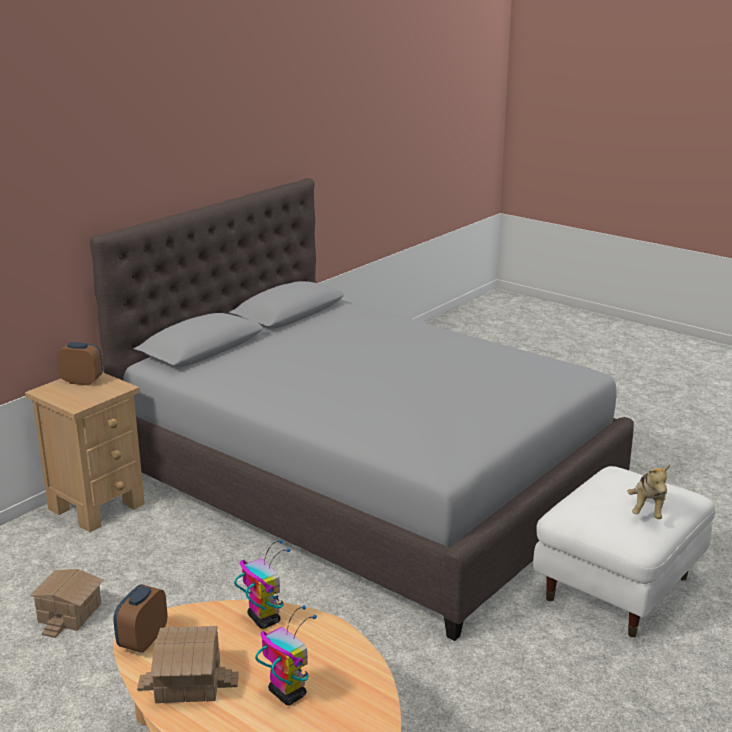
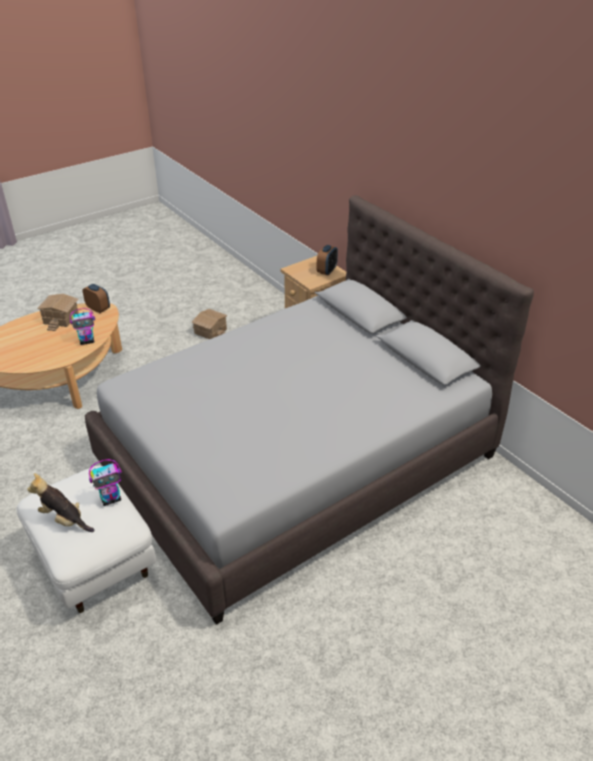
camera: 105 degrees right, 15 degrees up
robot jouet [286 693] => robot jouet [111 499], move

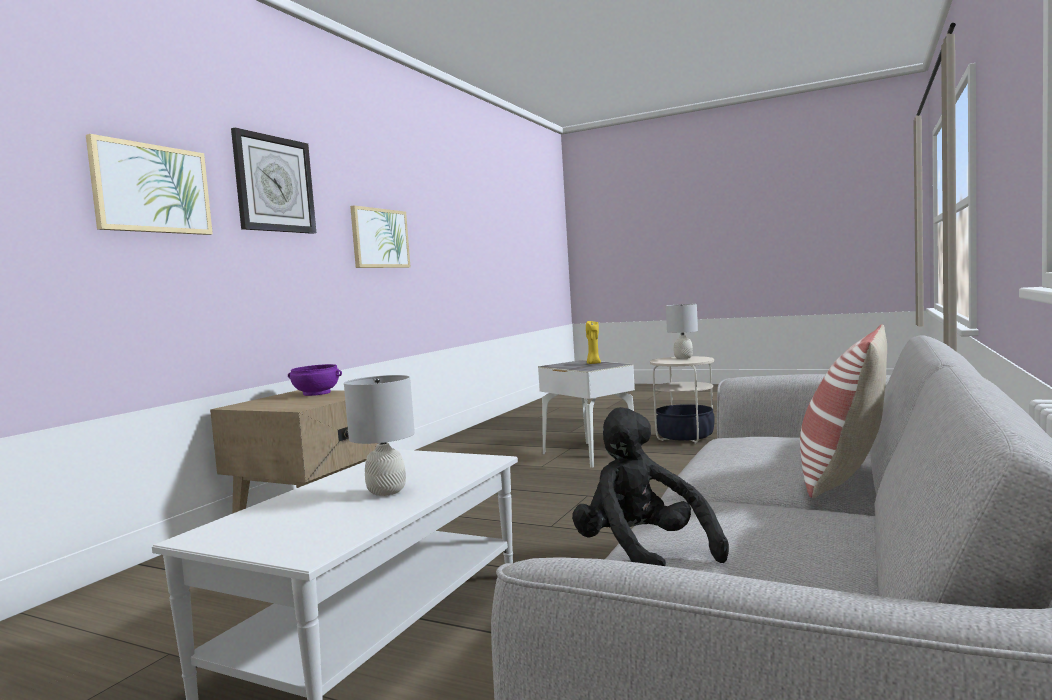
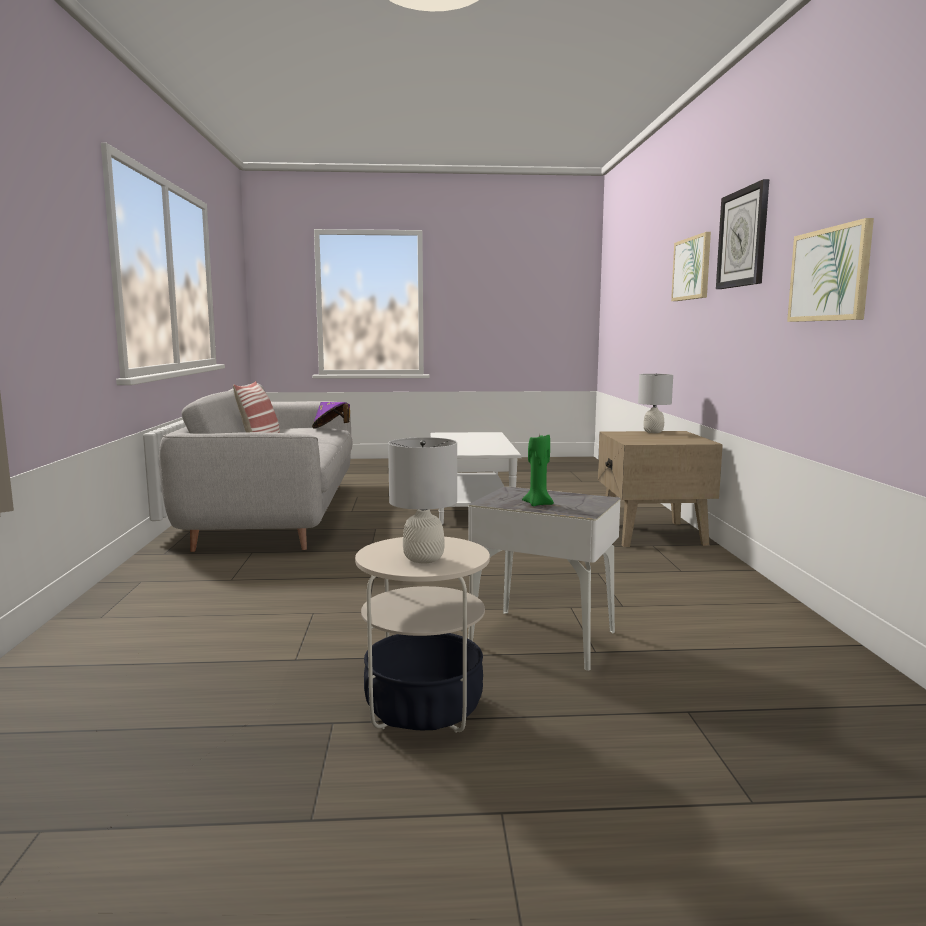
camera: 150 degrees right, 5 degrees up
bol/violet [317 393] => nothing
lampe de table/gris [387 492] => lampe de table/gris [653 432], move
peluche/noir [642 555] => chapeau/violet [330 428]
bougie/jaune [593 363] => bougie/vert [538 504]

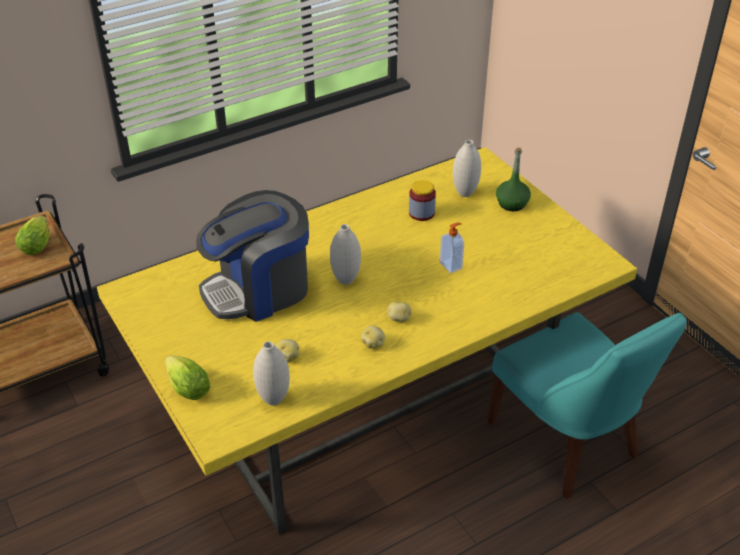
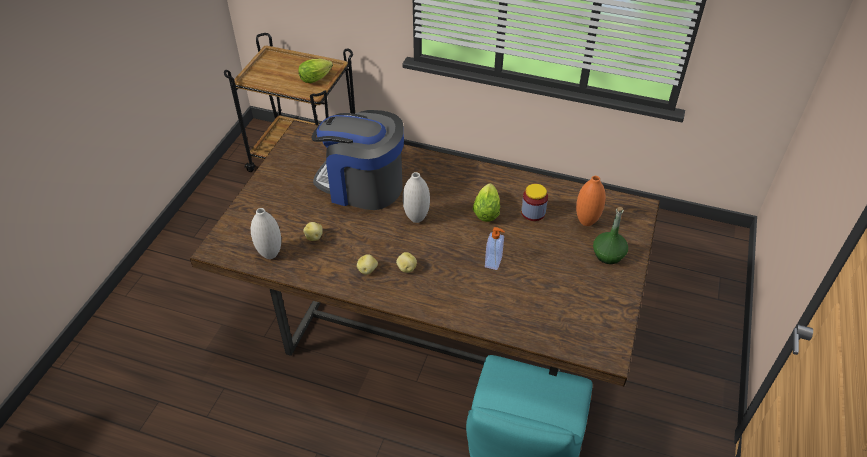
camera: 50 degrees right, 5 degrees up
table à manger/jaune [369 405] => table à manger/marron [432 328]
laitue [186 387] => laitue [486 210], move
vase/blanc [465 193] => vase/orange [586 221]

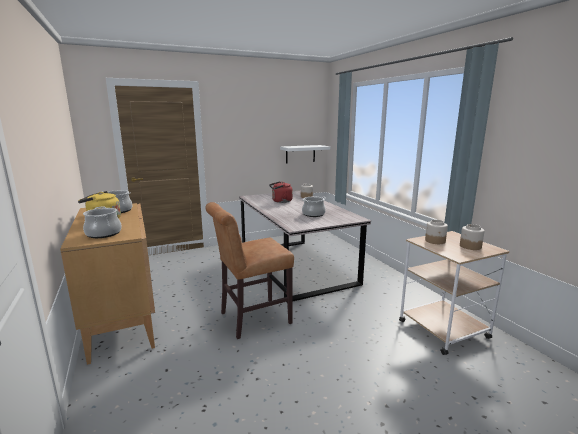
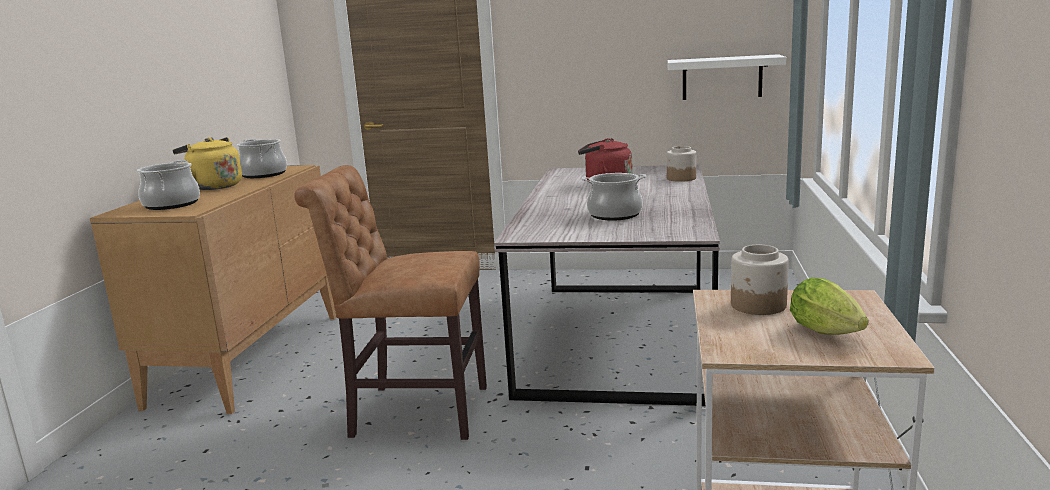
camera: 35 degrees right, 0 degrees up
bocal [470 246] => laitue [829 334]

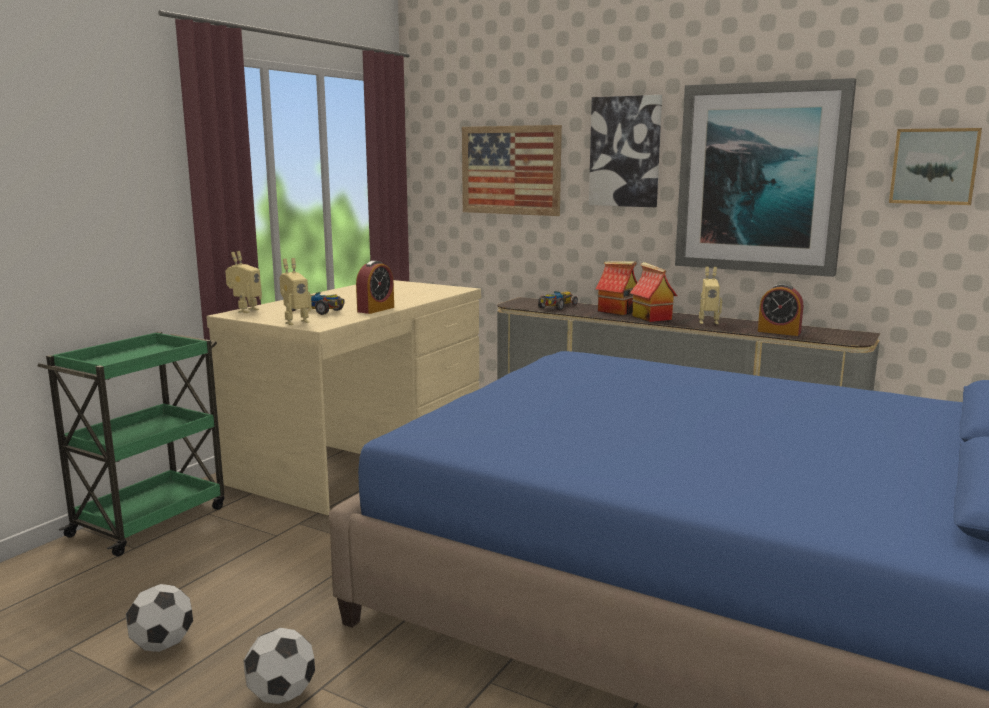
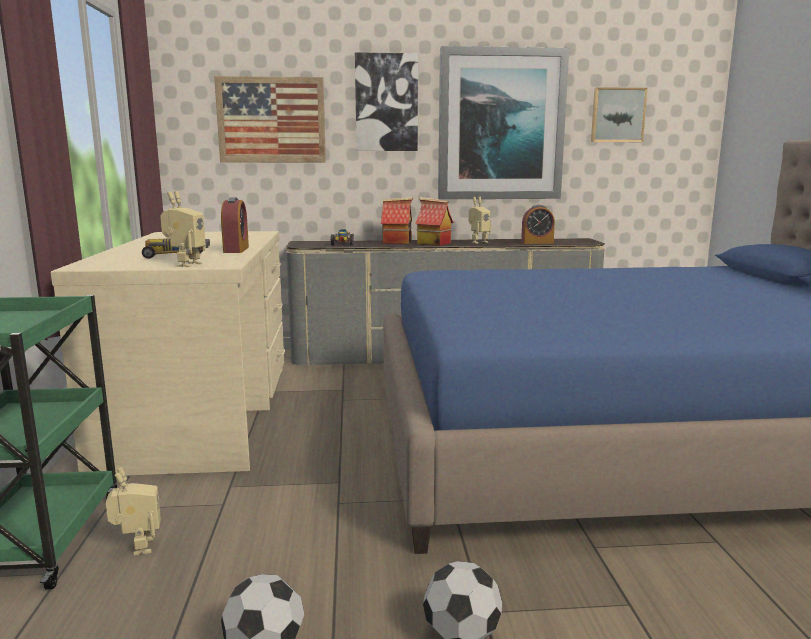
camera: 35 degrees left, 0 degrees up
robot jouet [245 310] => robot jouet [138 547], move

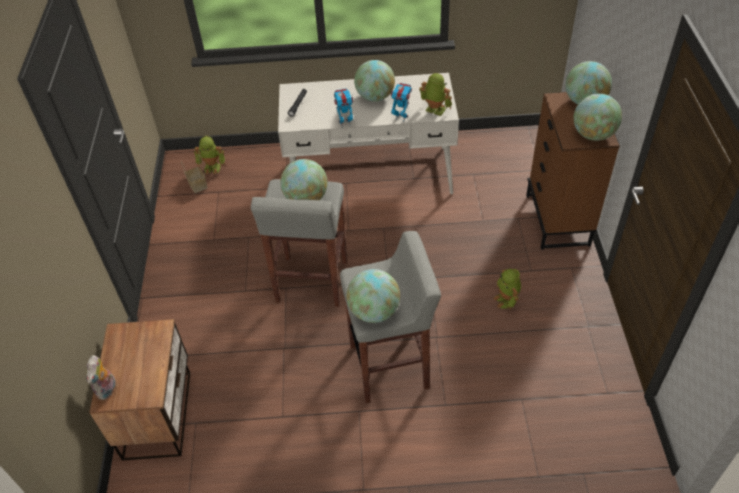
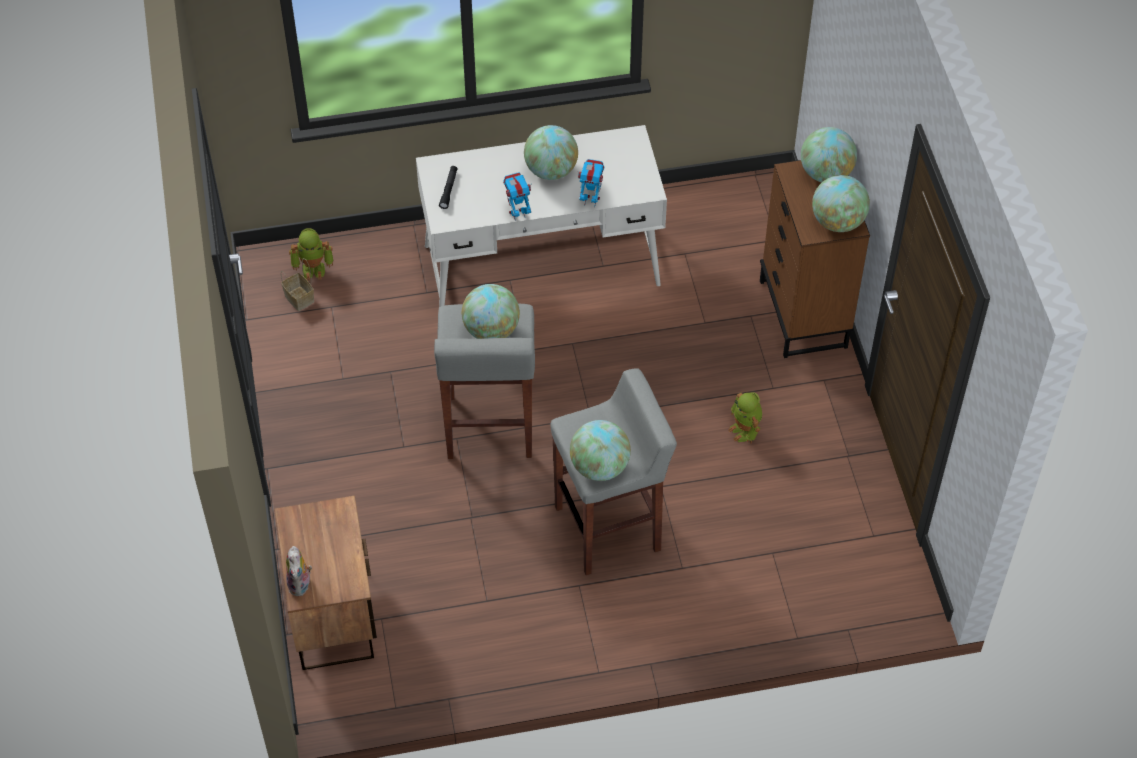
camera: 10 degrees left, 5 degrees up
robot jouet [434 110] => nothing

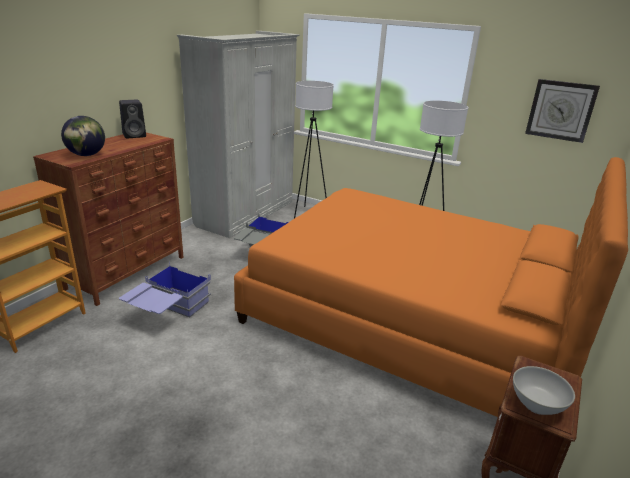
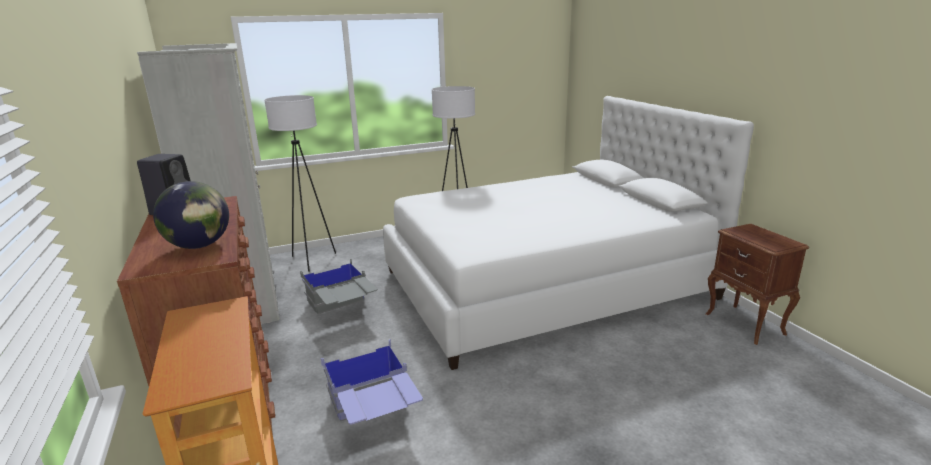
camera: 50 degrees left, 5 degrees down
lit/orange [410 320] => lit/blanc [545 284]
bol/blanc [536 404] => nothing
horloge murale [561 110] => nothing

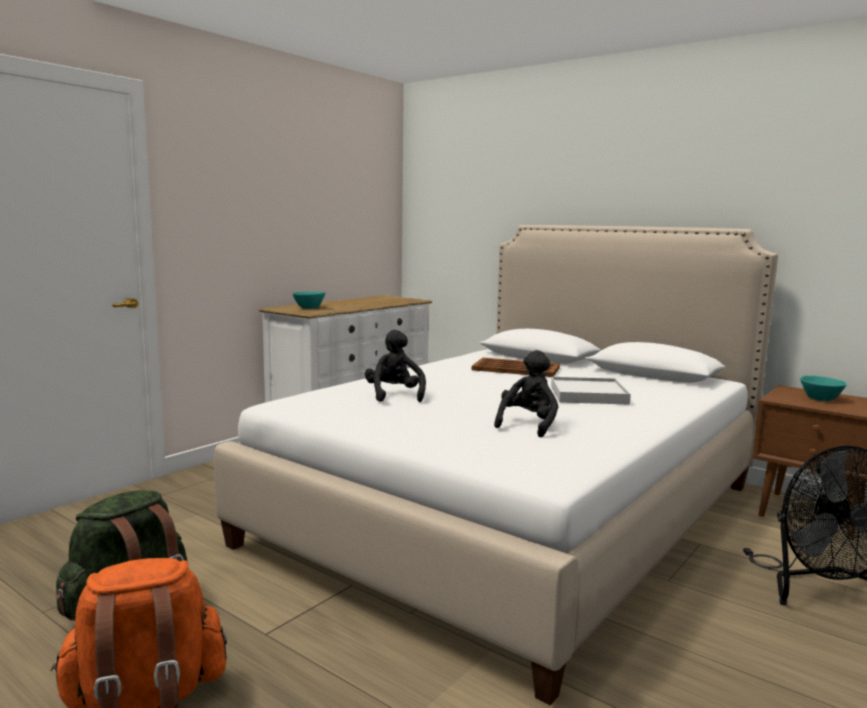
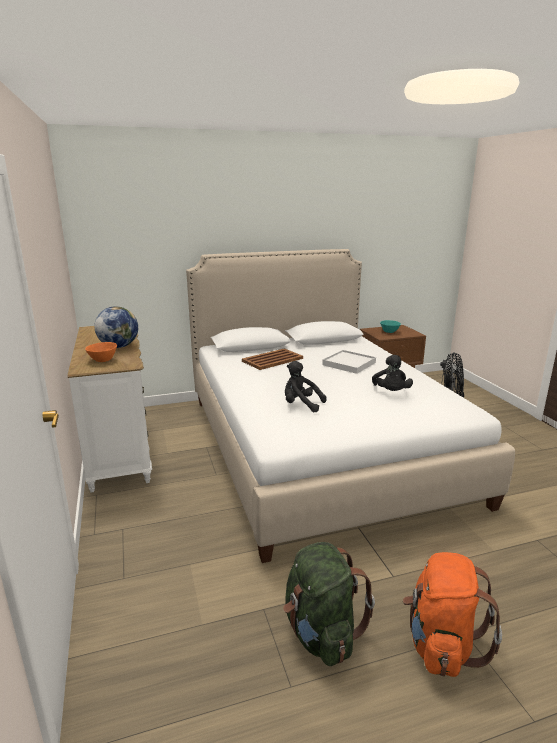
camera: 55 degrees left, 10 degrees up
bol/turquoise [309 308] => bol/orange [102 360]
peluche/noir [528 425] => peluche/noir [391 392], 150 degrees counterclockwise
nothing => globe [119 346]

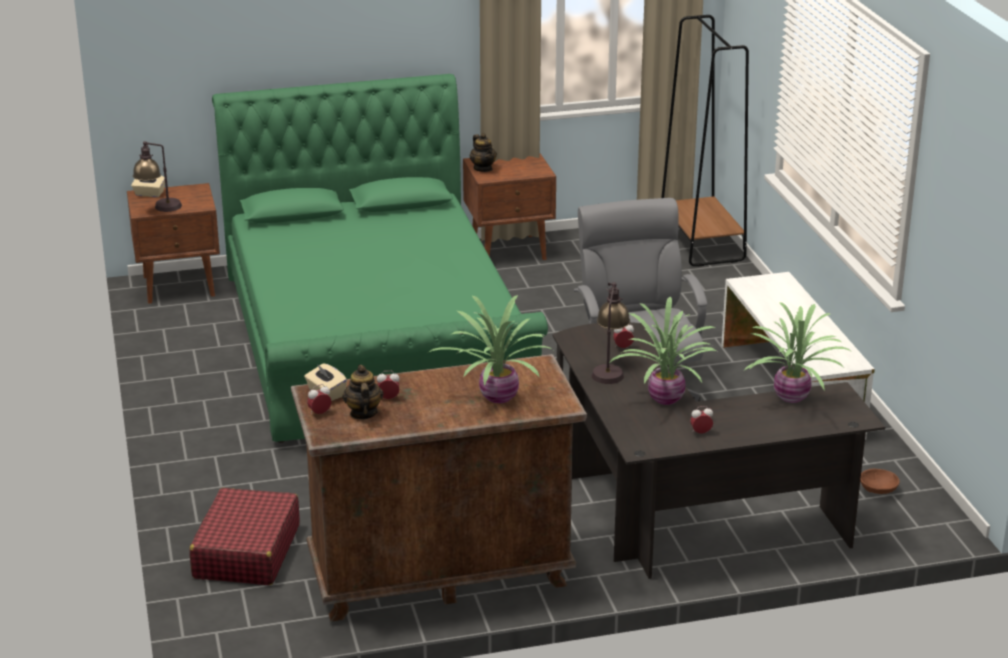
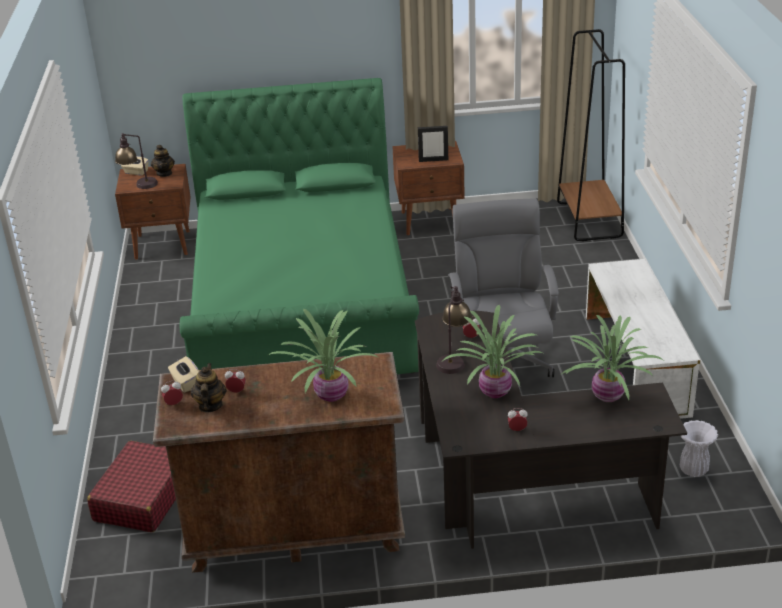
camera: 10 degrees right, 5 degrees up
théière [483 168] => théière [164 173], move
bol/marron [878 491] => vase/blanc [693 471]
nothing => cadre photo [433 160]

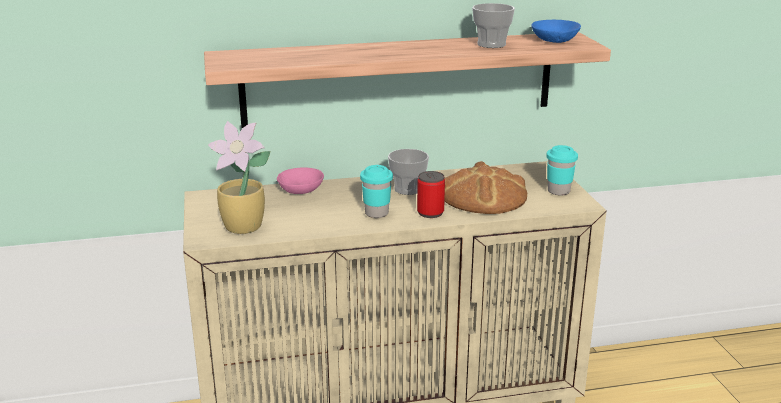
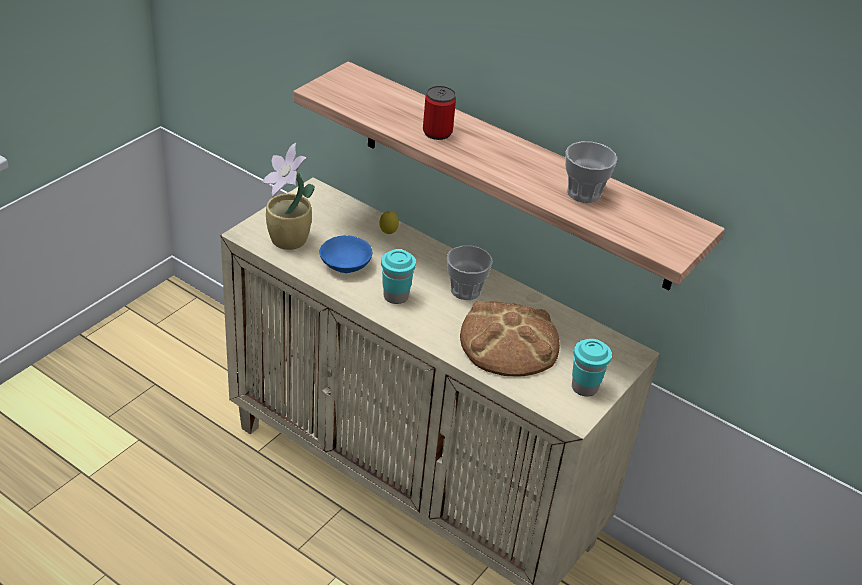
camera: 45 degrees right, 15 degrees up
bol/rose [302 190] => citron [388 233]
boîte métallique [430 213] => boîte métallique [437 132], move
bol/bleu [554 40] => bol/bleu [347 264], move

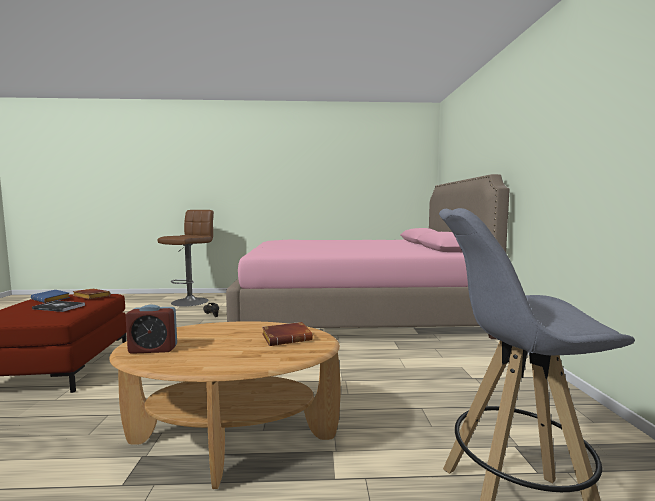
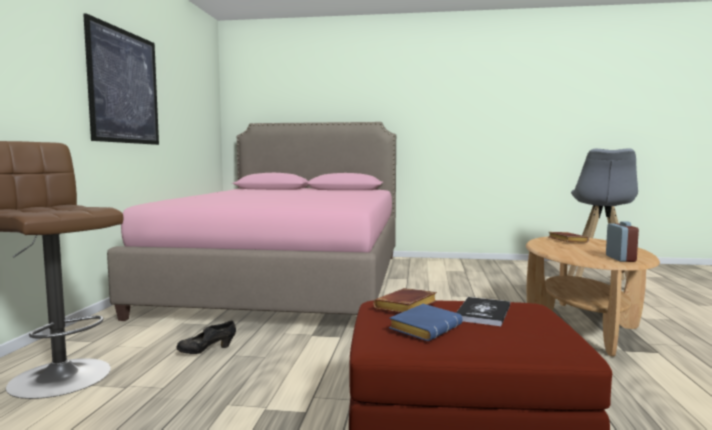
camera: 80 degrees left, 0 degrees up
nothing => tableau [124 87]

